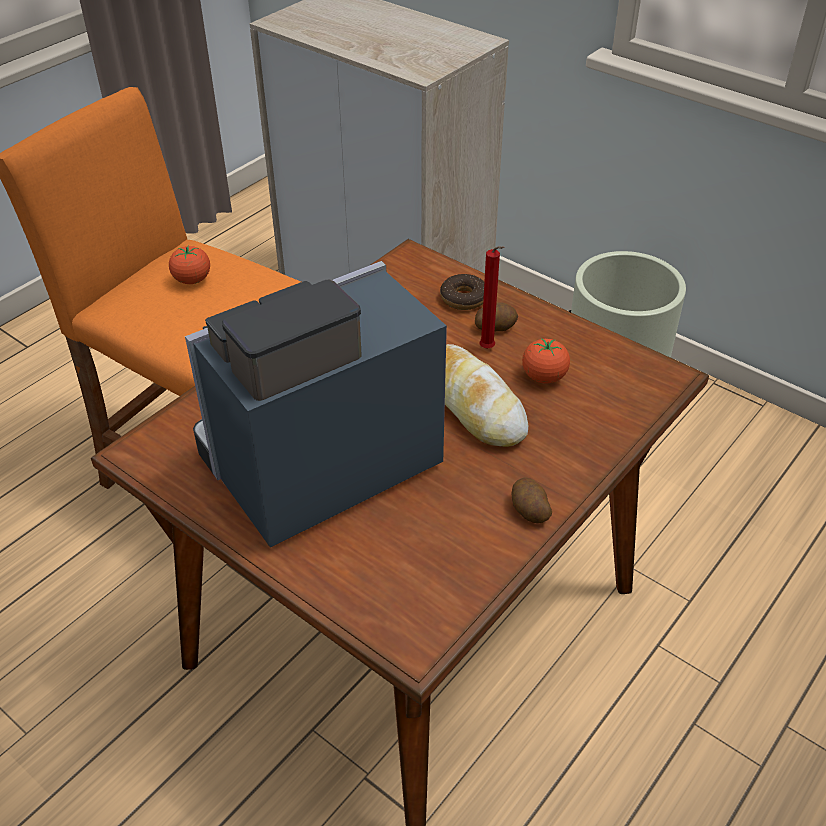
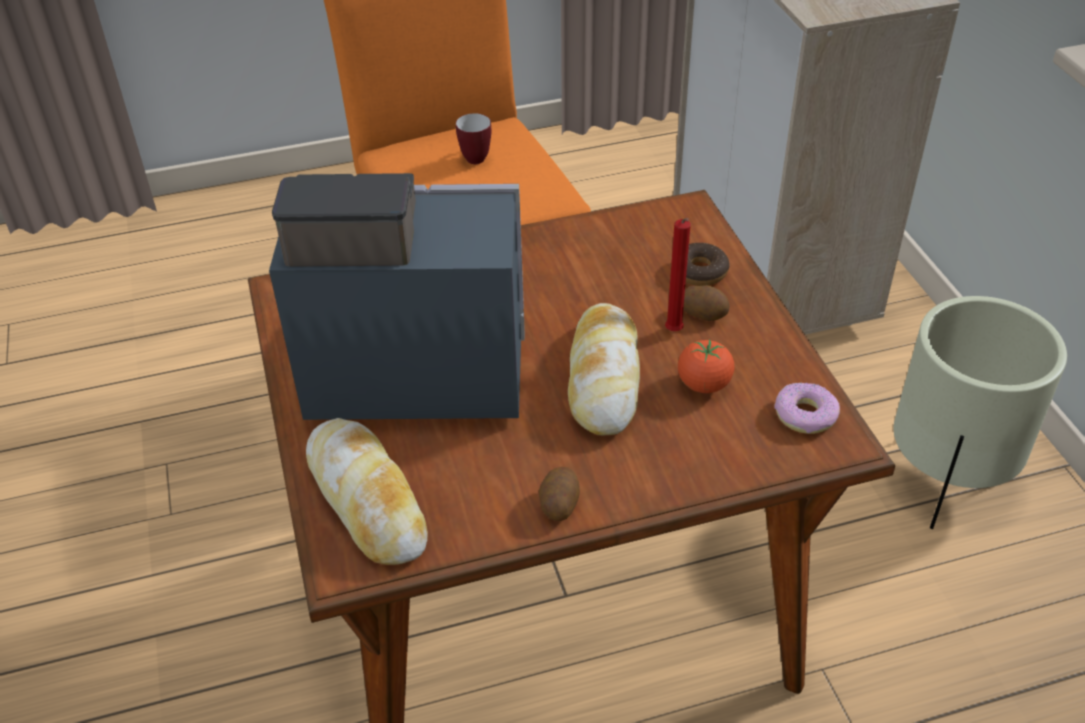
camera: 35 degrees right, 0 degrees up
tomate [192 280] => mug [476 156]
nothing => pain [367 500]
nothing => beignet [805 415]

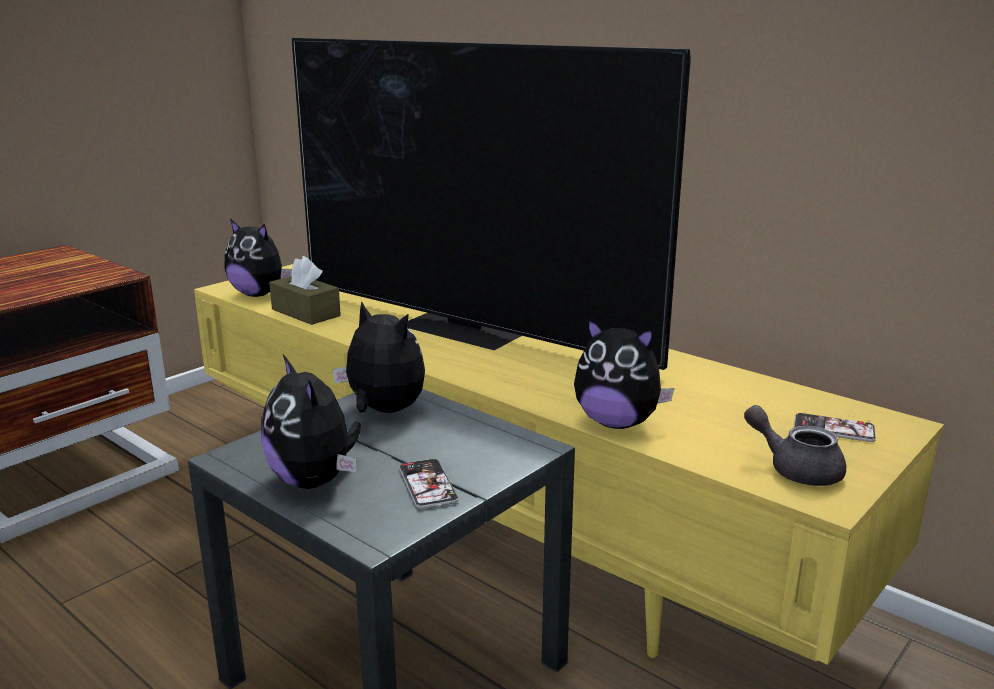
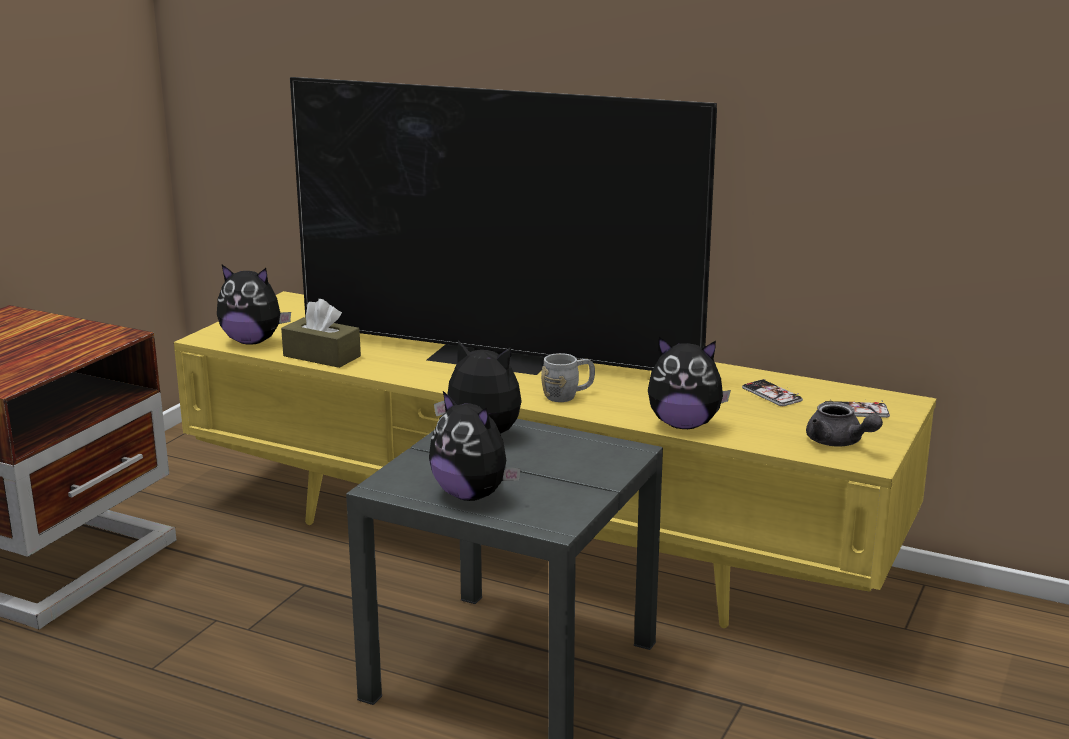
camera: 15 degrees left, 0 degrees up
téléphone [428 485] => téléphone [771 394], move
théière/gris [796 468] => théière/gris [839 443], 150 degrees counterclockwise
nothing => mug/gris [568 395]

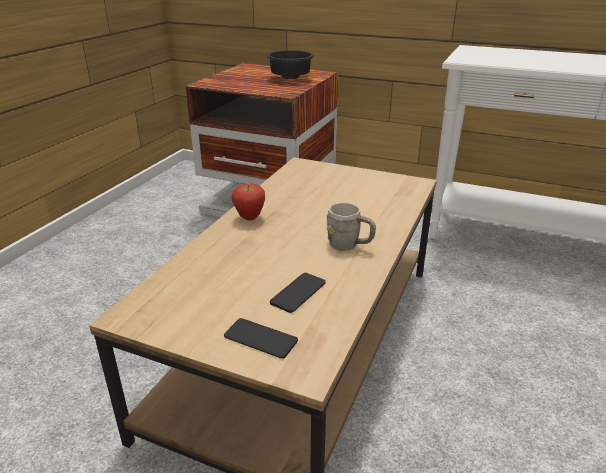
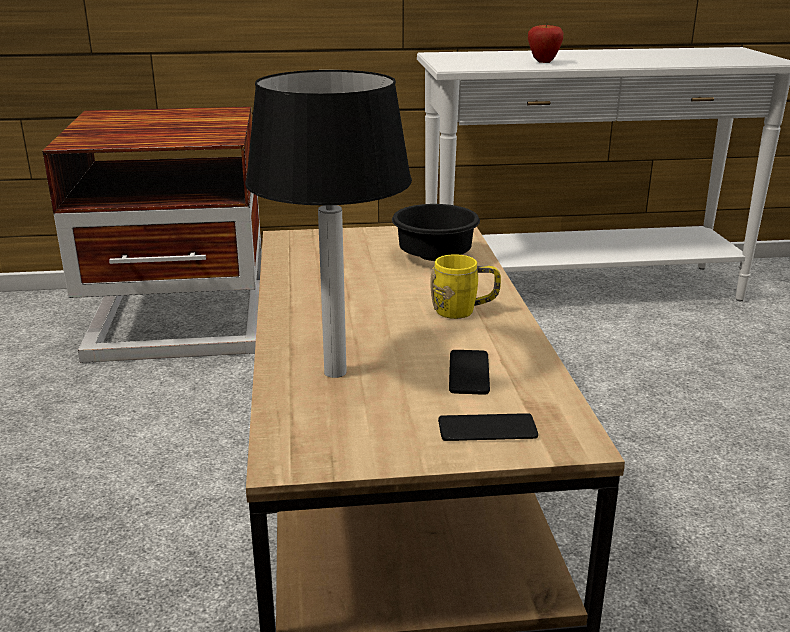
camera: 30 degrees left, 5 degrees down
pomme [249 218] => pomme [543 62], move
bol/noir [289 78] => bol/noir [433 257], move
mug/gris [349 245] => mug/jaune [464 311]
nothing => lampe de table [336 372]

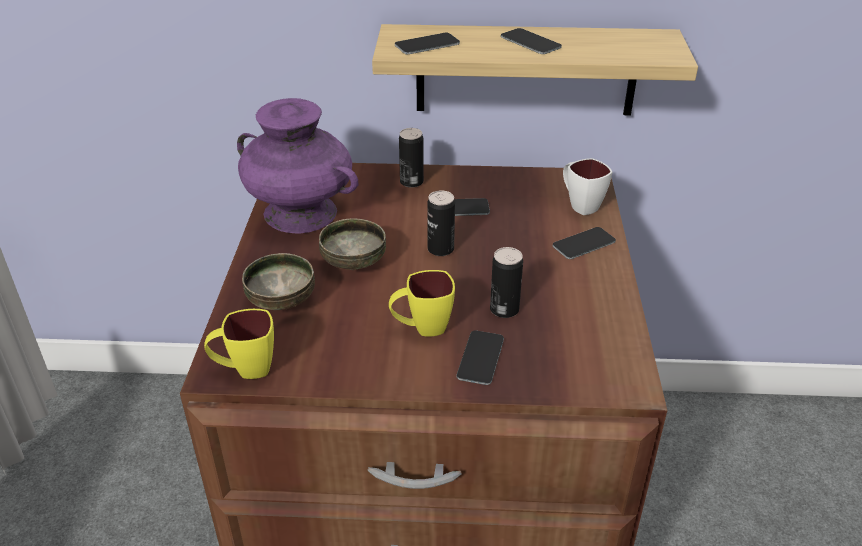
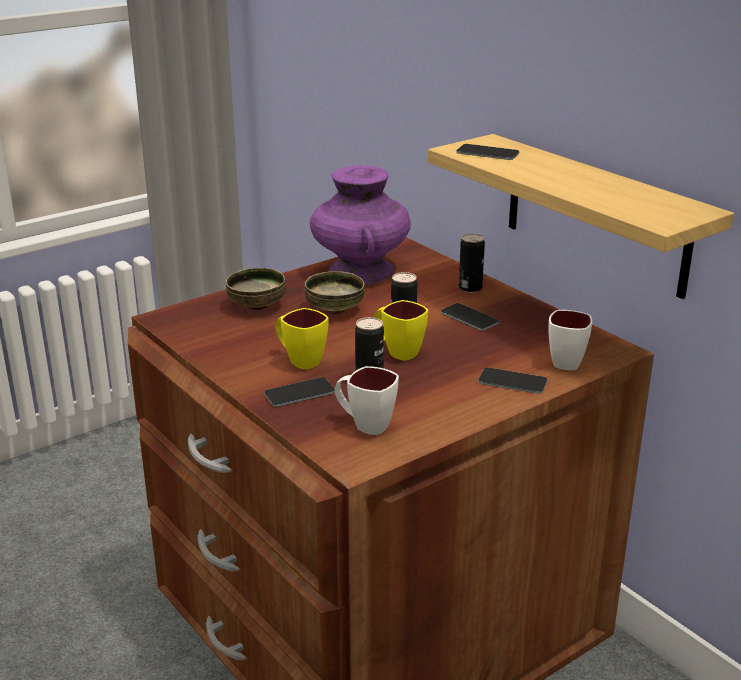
camera: 50 degrees right, 10 degrees down
mug/jaune [245 370] => mug/jaune [397 352], move
téléphone [530 42] => nothing
nothing => mug/blanc [364 425]

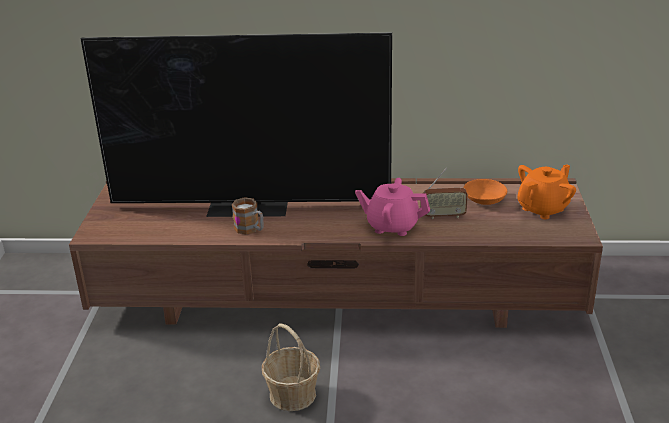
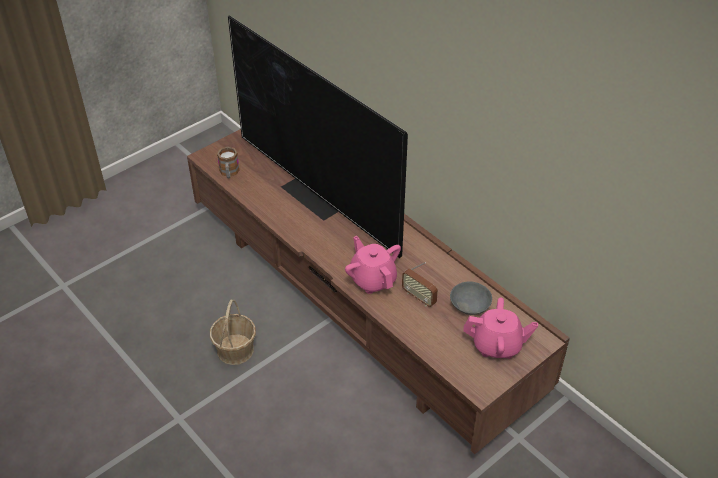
camera: 45 degrees right, 15 degrees up
mug [250 229] => mug [229 173], move
bol/orange [483 200] => bol/gris [469 304]
théière/orange [543 209] => théière/rose [497 345]

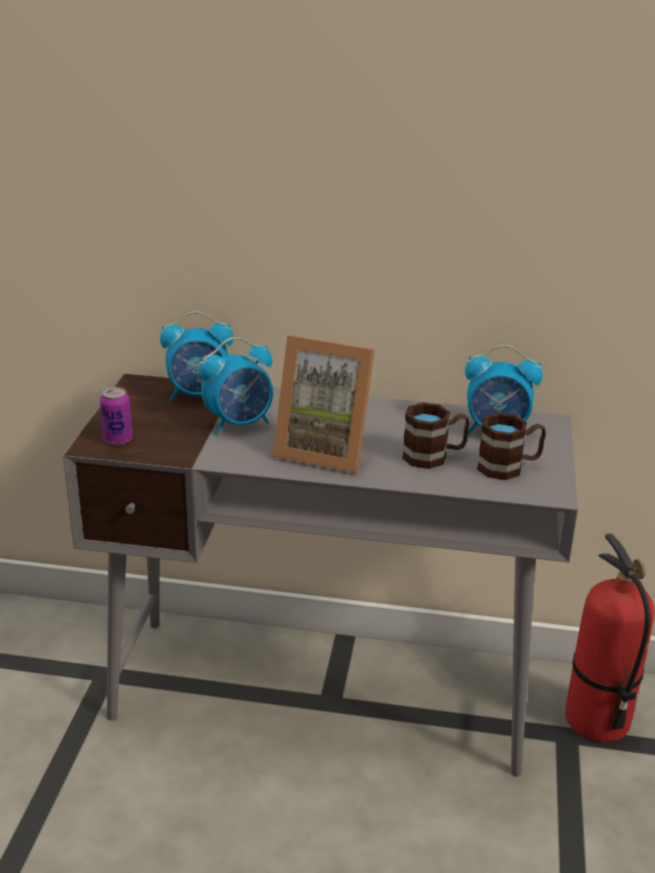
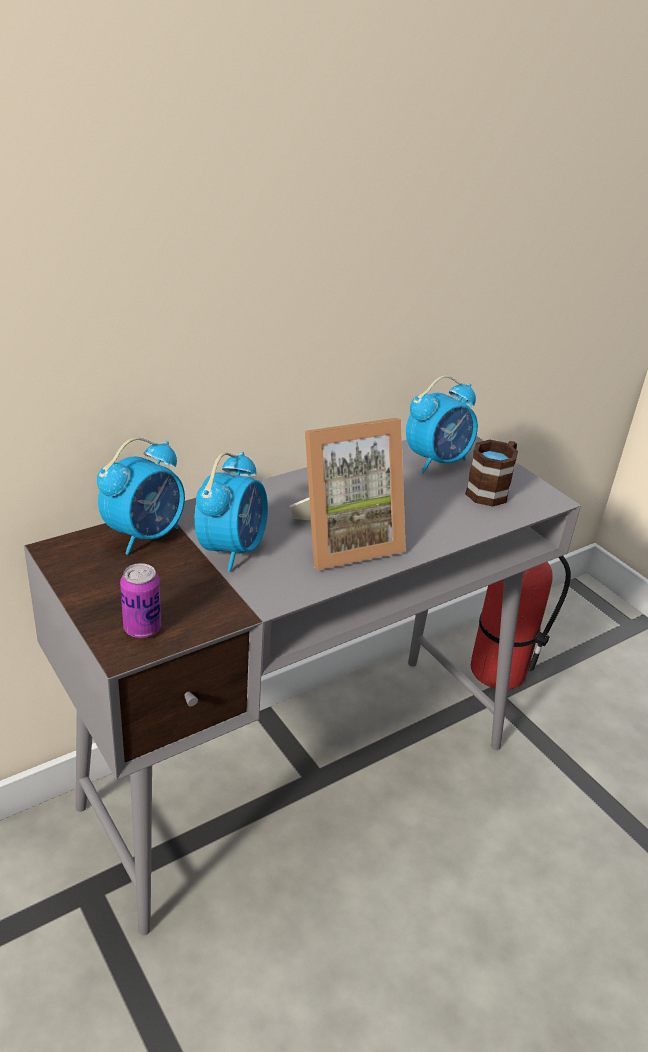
camera: 45 degrees left, 5 degrees up
mug/marron [434 456] => nothing

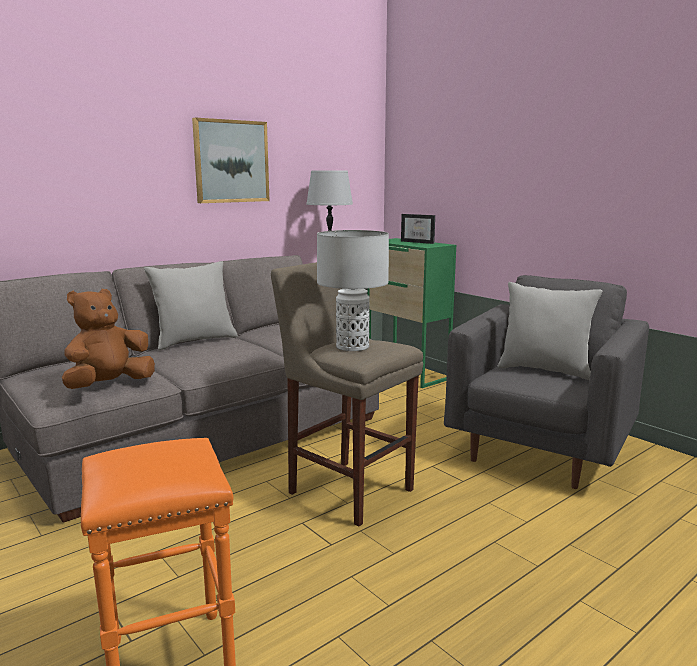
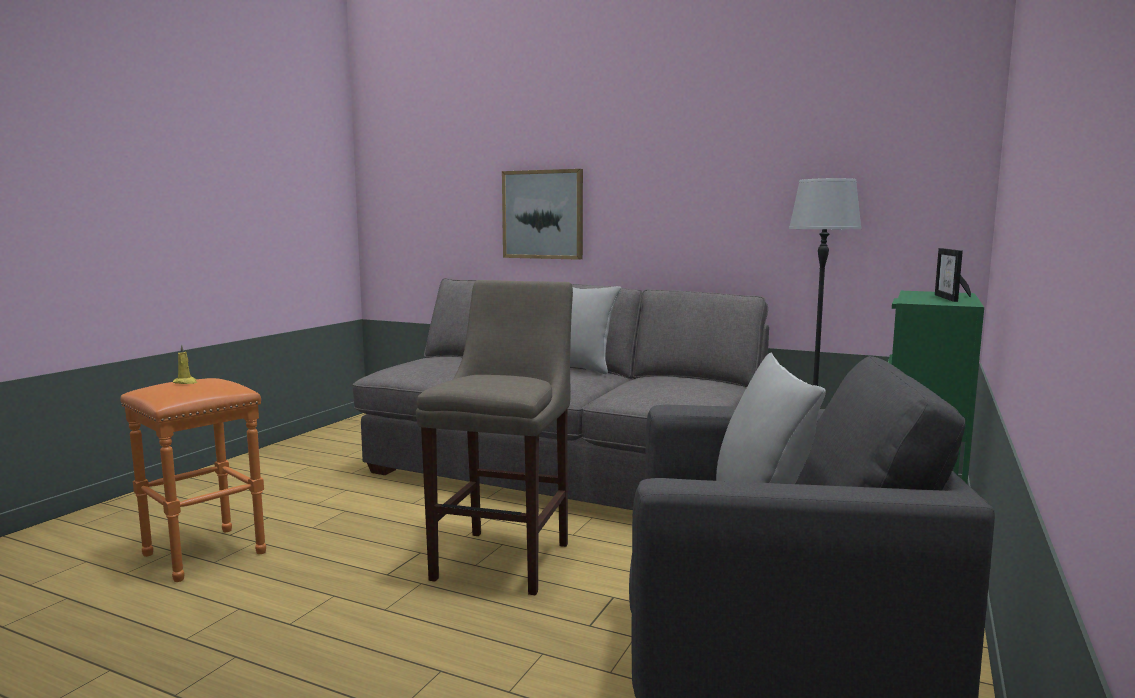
camera: 65 degrees right, 5 degrees down
peluche/marron [109 385] => nothing
tableau [231 161] => tableau [543 214], move
lampe de table/blanc [352 346] => nothing
nothing => bougie/jaune [185 382]

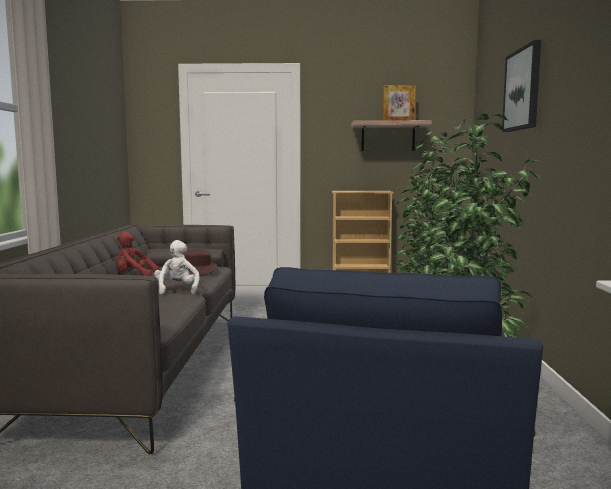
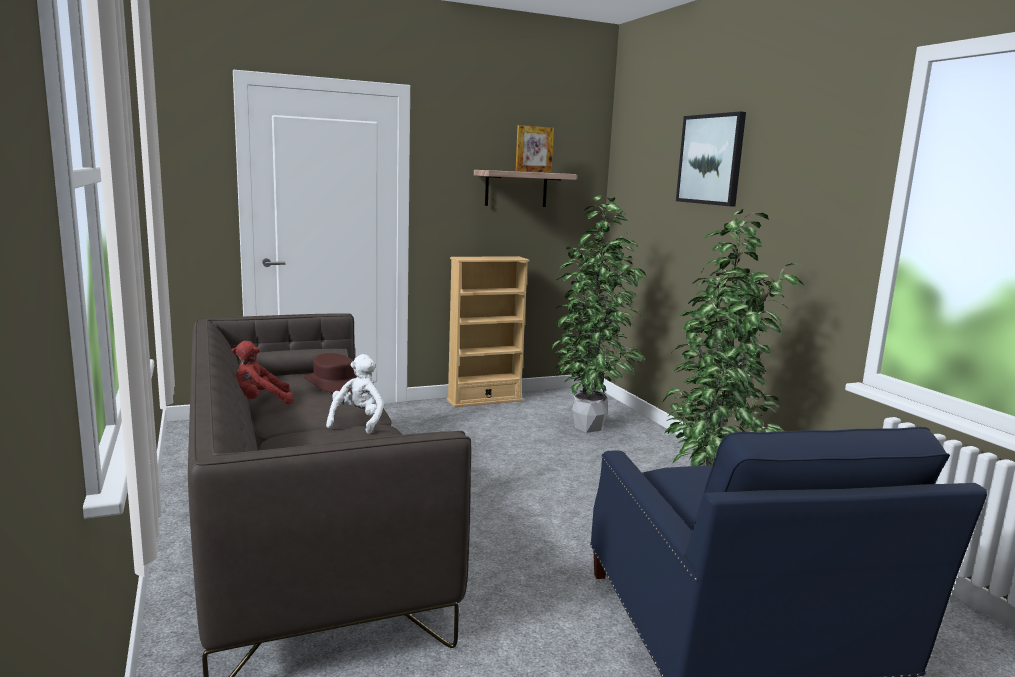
camera: 25 degrees left, 5 degrees up
peluche/blanc [177 290] => peluche/blanc [358 421], 45 degrees clockwise

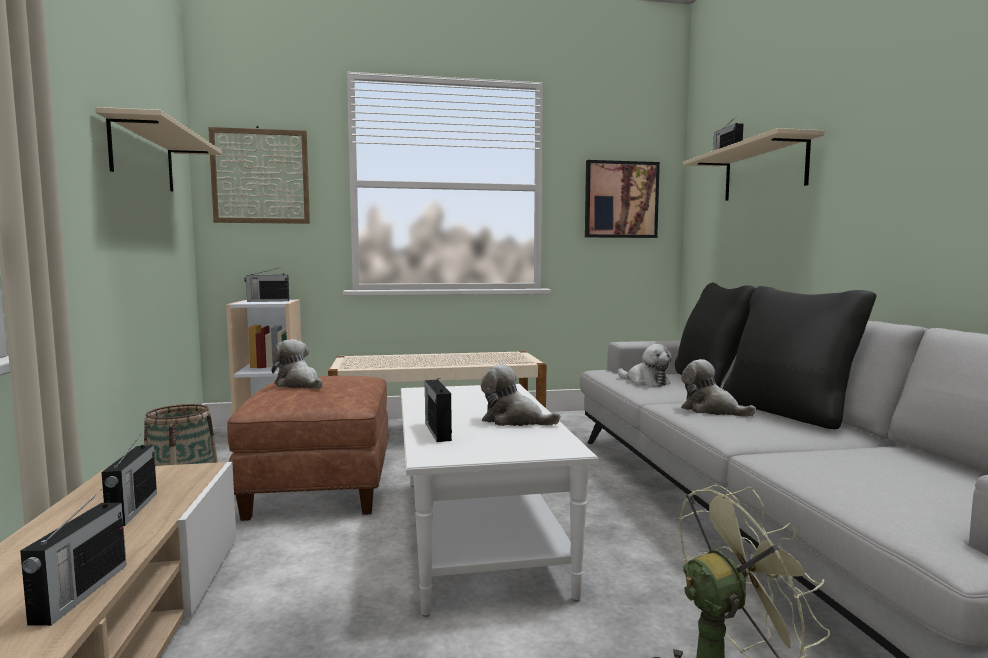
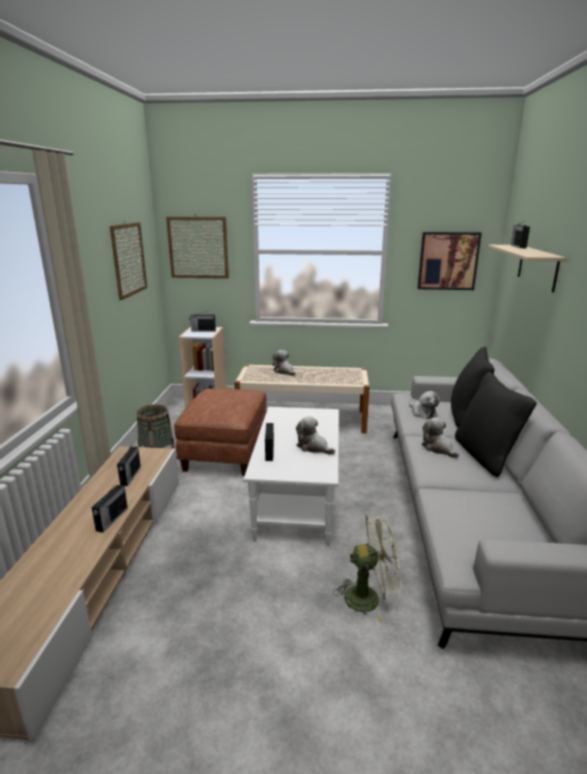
camera: 15 degrees right, 15 degrees up
étagère/beige [142 157] => tableau [128 258]
peluche [299 385] => peluche [284 371], move

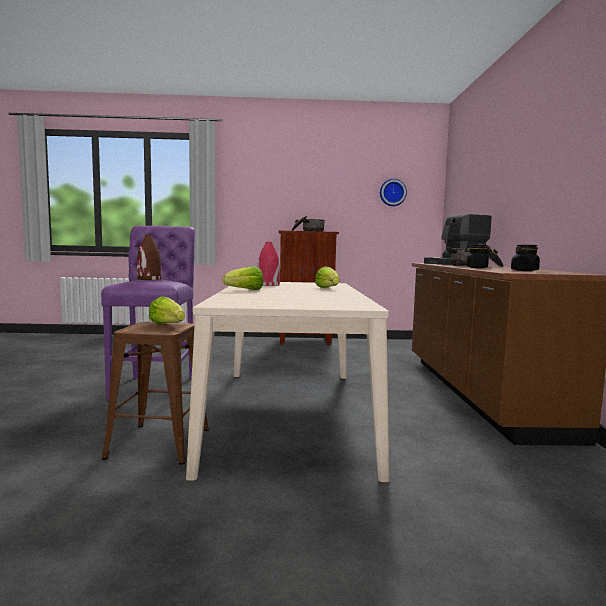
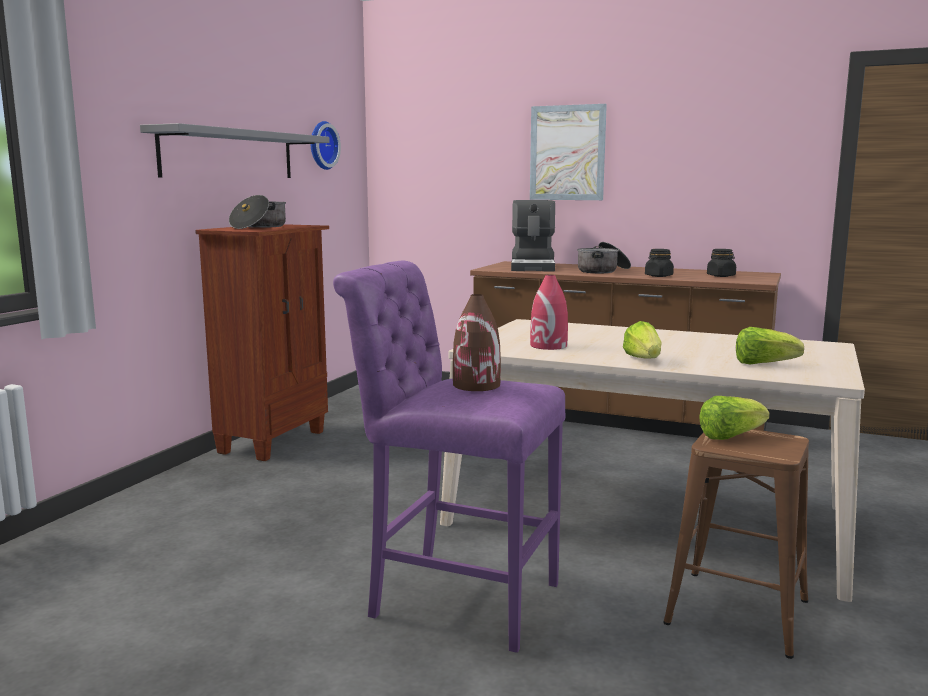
camera: 65 degrees left, 5 degrees up
laitue [328 289] => laitue [763 364], move
nothing => étagère/gris [229 154]
nothing => tableau [567 153]

